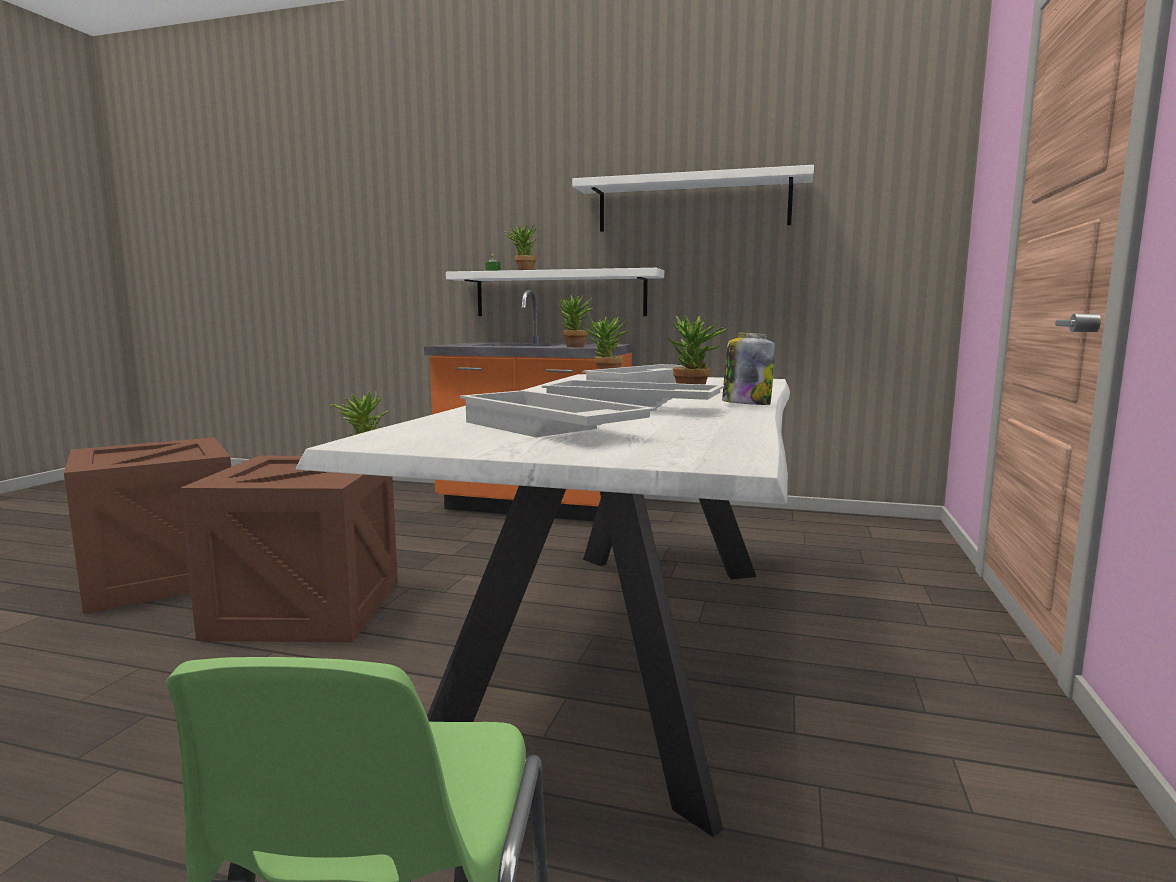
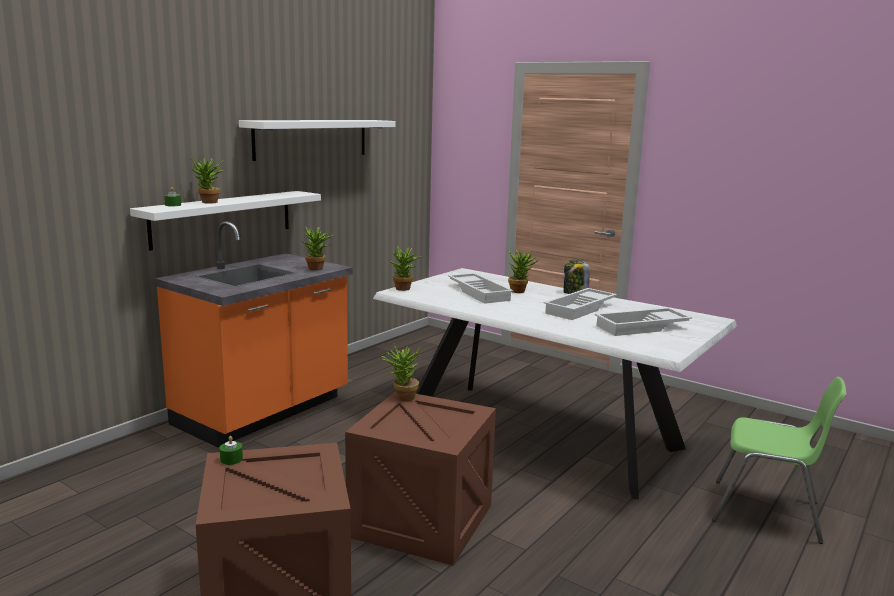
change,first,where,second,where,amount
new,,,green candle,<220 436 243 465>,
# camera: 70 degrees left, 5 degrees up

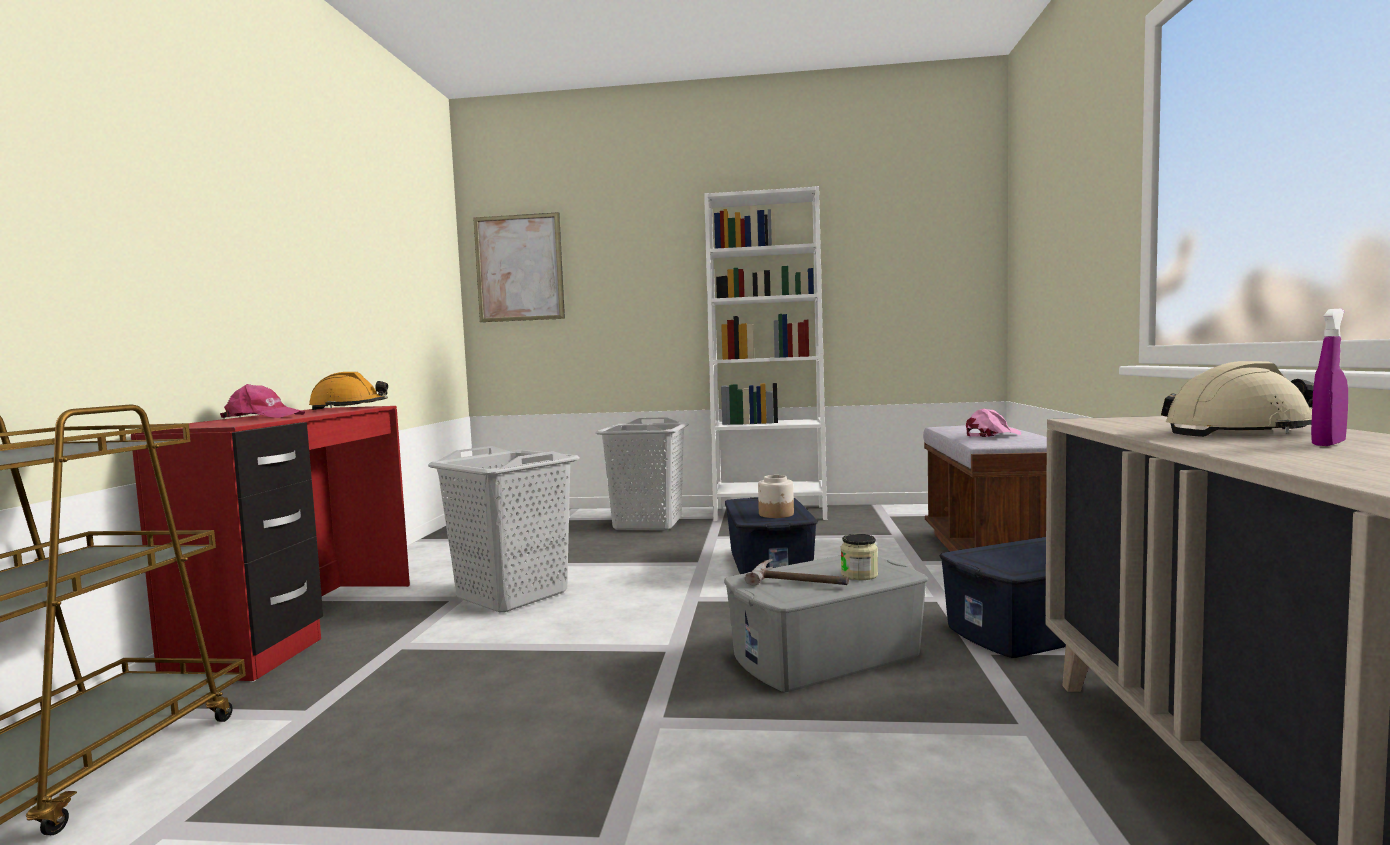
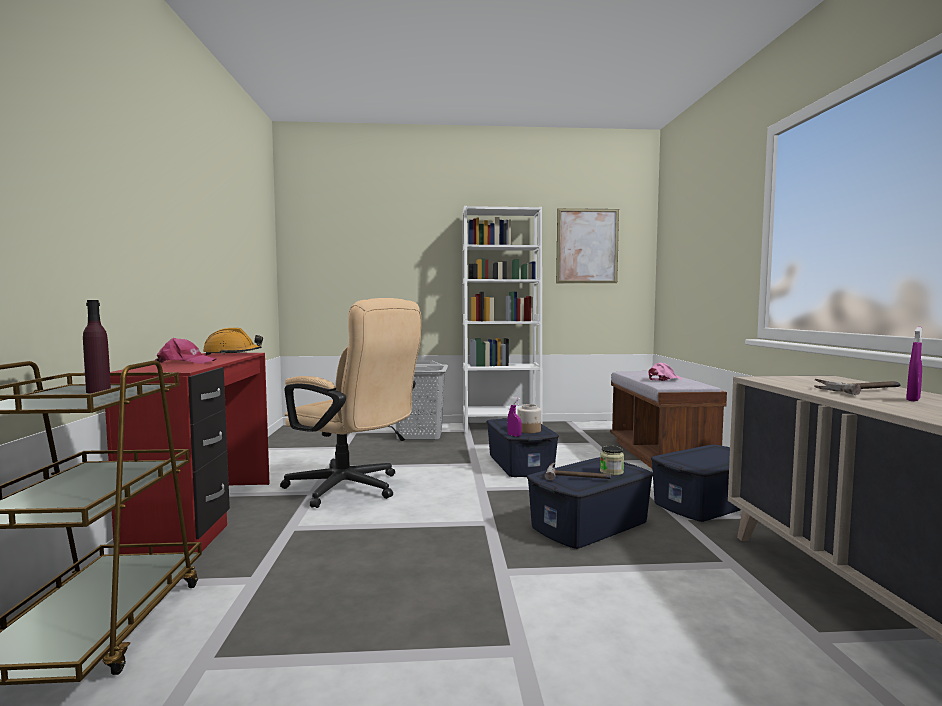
change,first,where,second,where,amount
shifted,picture,<473 212 565 322>,,<556 208 619 283>,
swapped,beige hard hat,<1161 361 1314 437>,hammer,<814 379 900 395>,
swapped,grey laundry basket,<428 446 580 612>,beige office chair,<280 298 421 508>,
repainted,grey storage box,<724 556 928 692>,blue storage box,<527 457 654 549>,
new,,,purple bottle,<83 300 111 394>,
new,,,purple spray bottle,<507 397 522 437>,
# camera: 10 degrees left, 0 degrees up

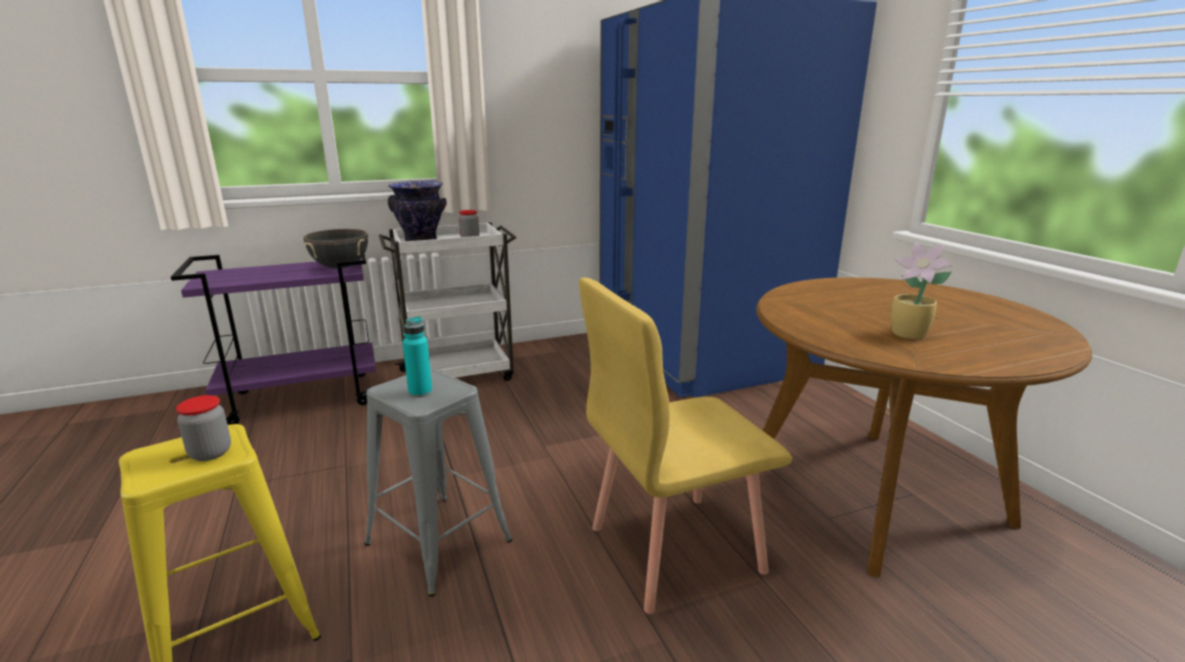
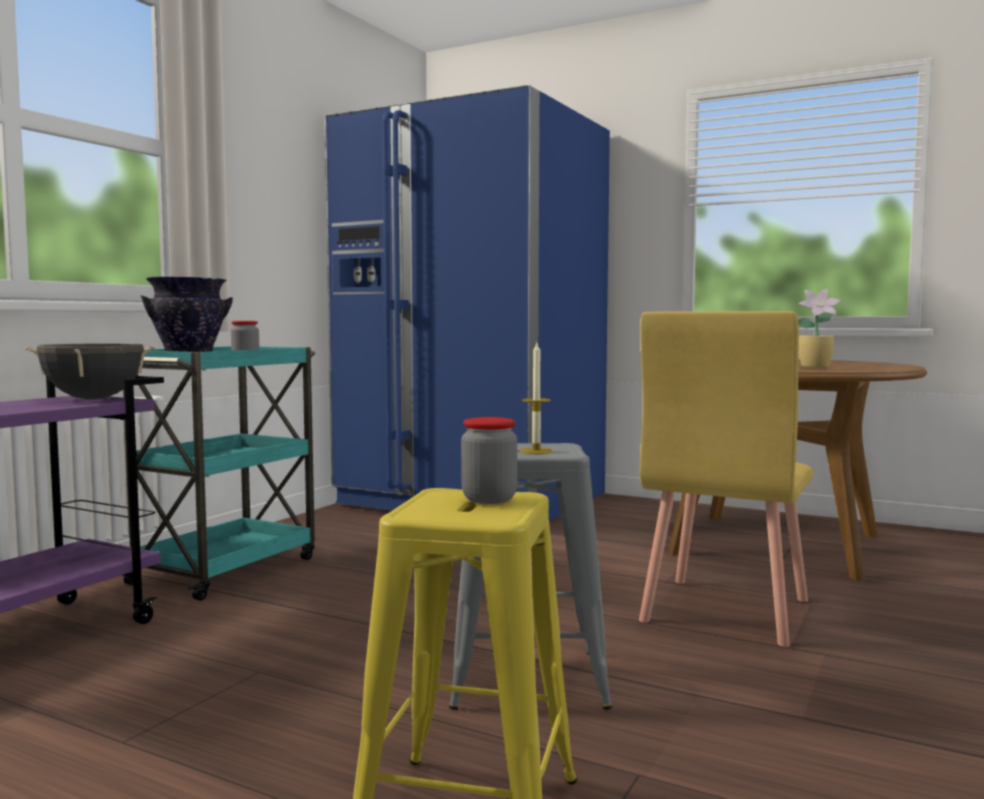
change,first,where,second,where,amount
repainted,white cart,<379 222 516 381>,turquoise cart,<123 346 315 601>,
swapped,turquoise bottle,<403 316 433 398>,candle,<520 343 553 454>,
# camera: 40 degrees left, 15 degrees down

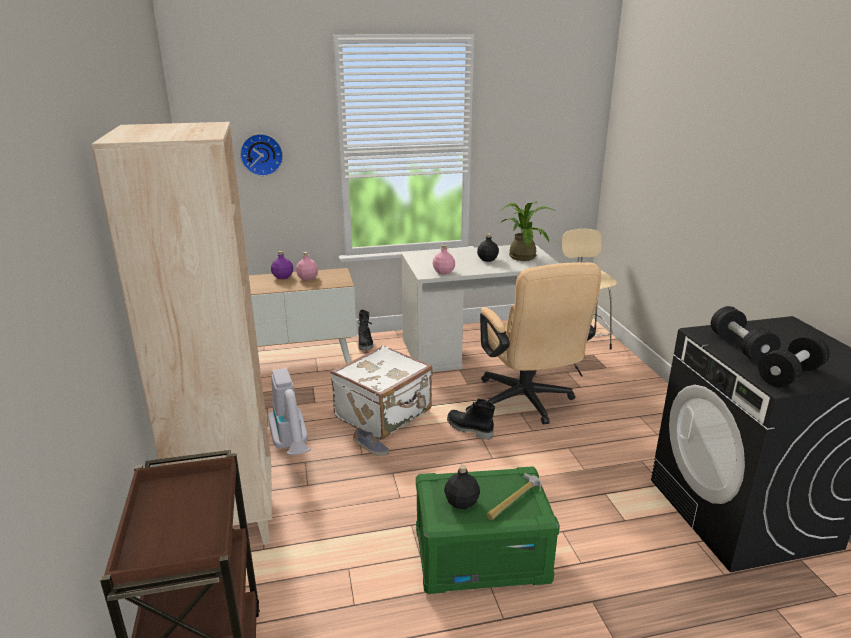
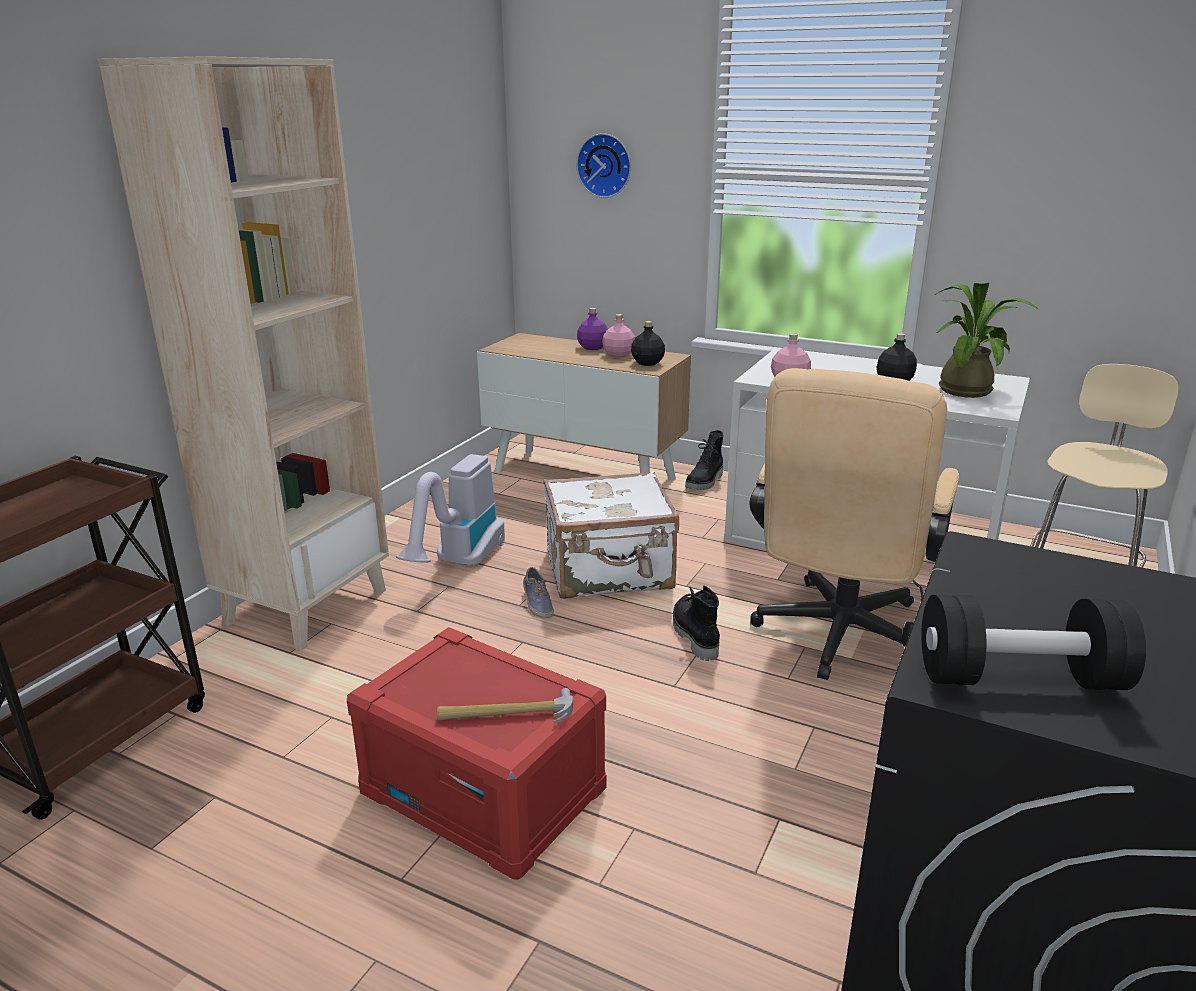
change,first,where,second,where,amount
gone,black dumbbell,<711 306 780 363>,,,
shifted,black bottle,<444 465 480 509>,,<631 321 665 366>,
repainted,green storage box,<416 466 560 594>,red storage box,<347 627 606 880>,
# camera: 40 degrees right, 0 degrees up

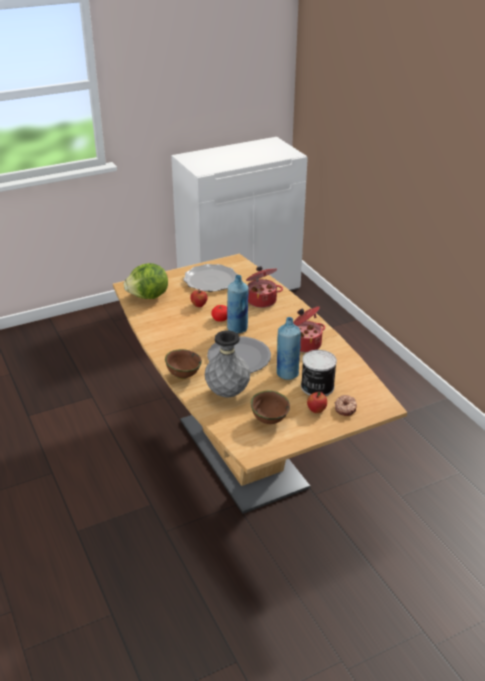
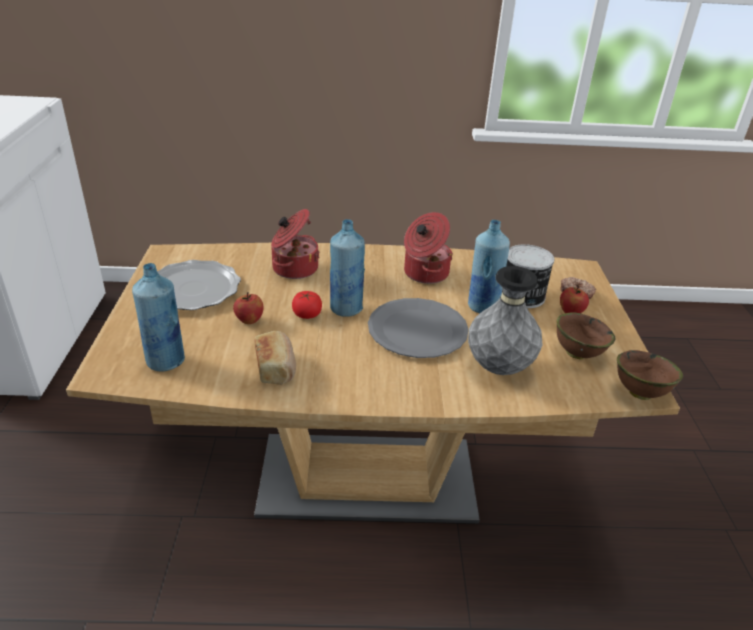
change,first,where,second,where,amount
swapped,lettuce,<124 263 168 299>,blue bottle,<132 263 185 372>,
shifted,brown bowl,<165 349 202 379>,,<617 350 683 400>,
new,,,bread,<255 331 296 385>,
# camera: 65 degrees left, 0 degrees up

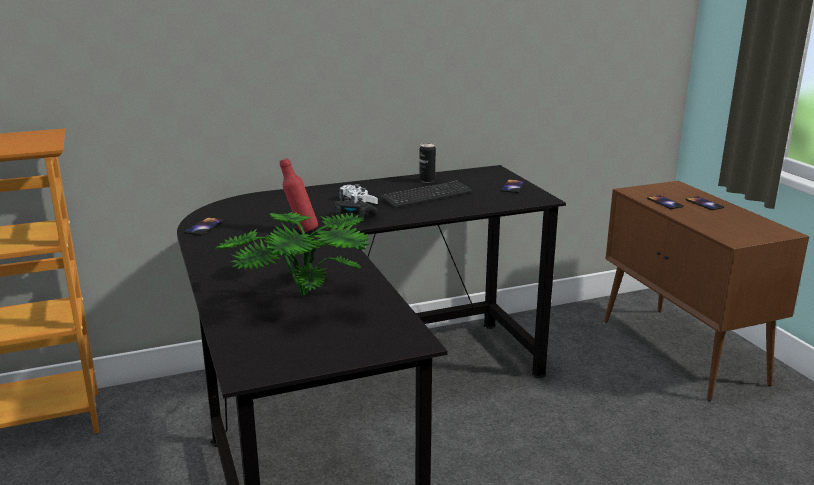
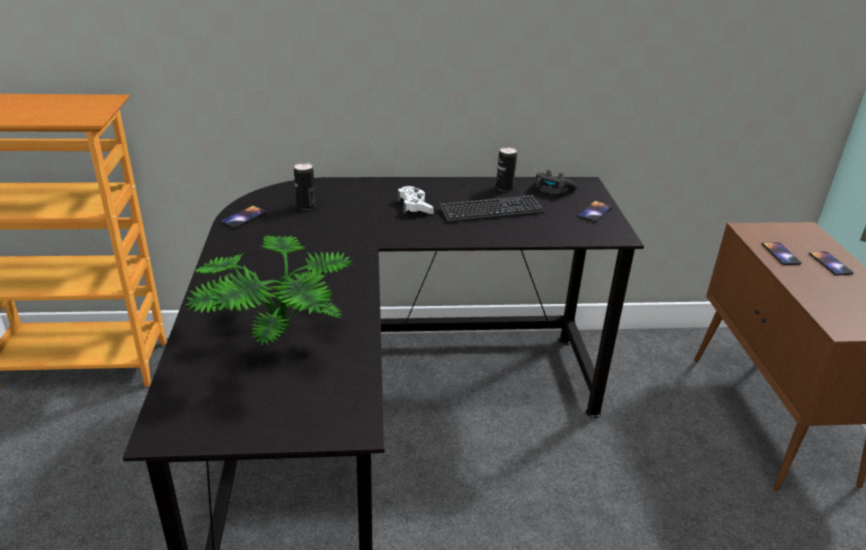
change,first,where,second,where,amount
gone,red bottle,<280 158 318 232>,,,
shifted,black game controller,<334 197 378 218>,,<536 170 577 193>,
new,,,can,<294 163 315 210>,
# camera: 15 degrees right, 10 degrees up

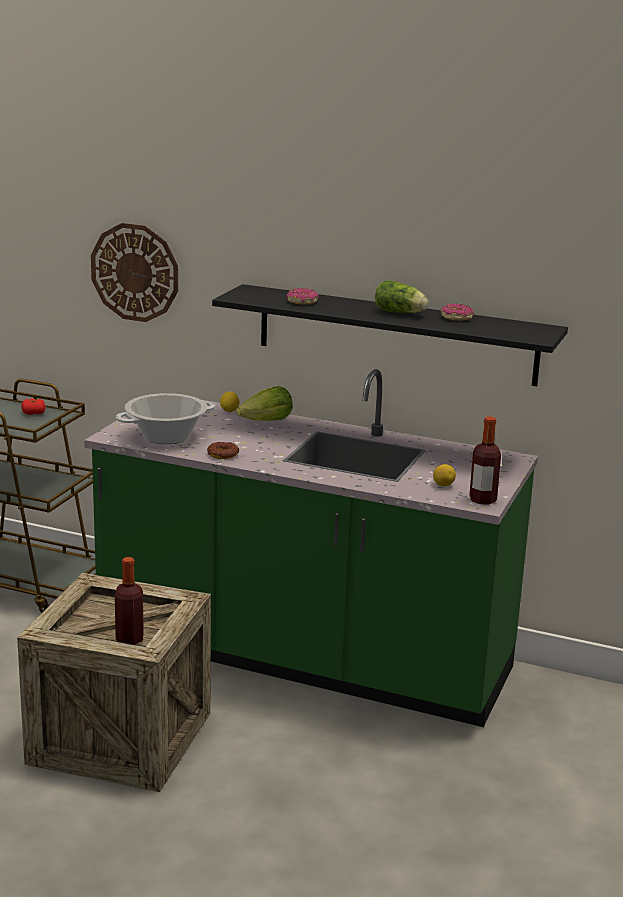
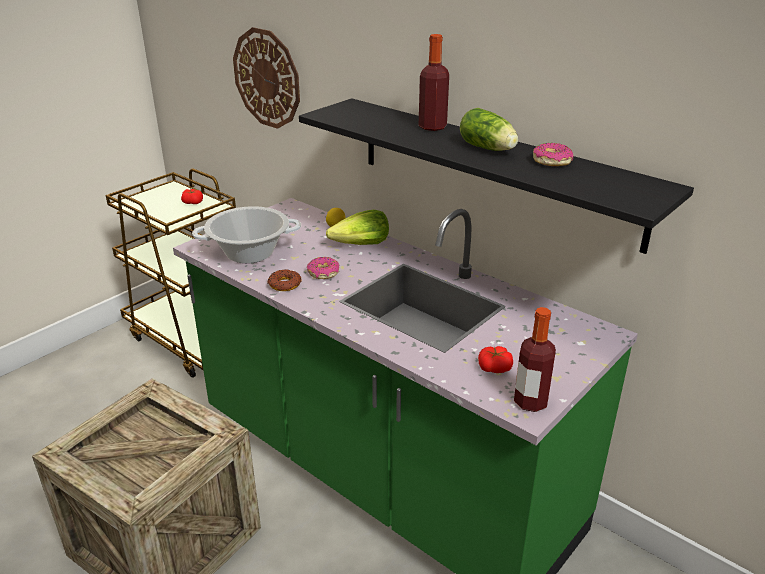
change,first,where,second,where,amount
shifted,donut,<287 288 319 305>,,<307 257 339 279>,
swapped,lemon,<433 464 456 486>,tomato,<478 346 513 373>,
shifted,bottle,<115 557 144 645>,,<419 34 449 131>,
# camera: 20 degrees right, 10 degrees up

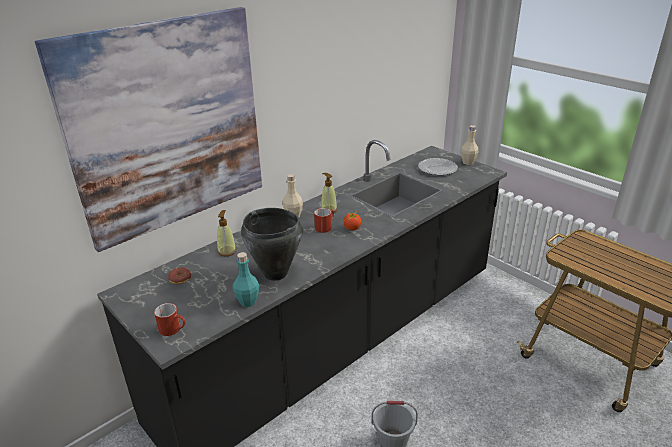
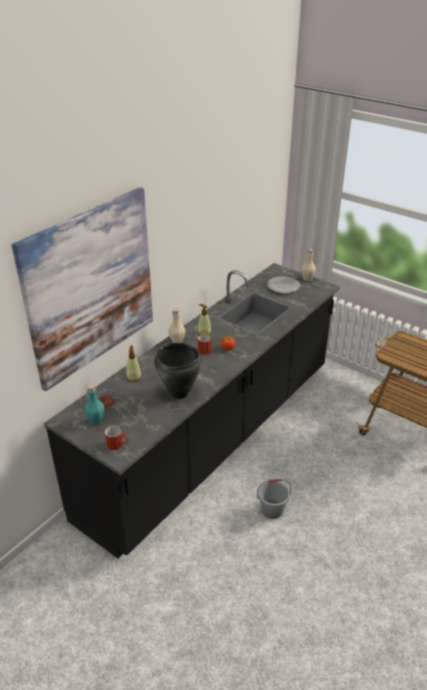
change,first,where,second,where,amount
shifted,turquoise bottle,<233 252 259 307>,,<84 384 105 424>,
# camera: 10 degrees left, 5 degrees up

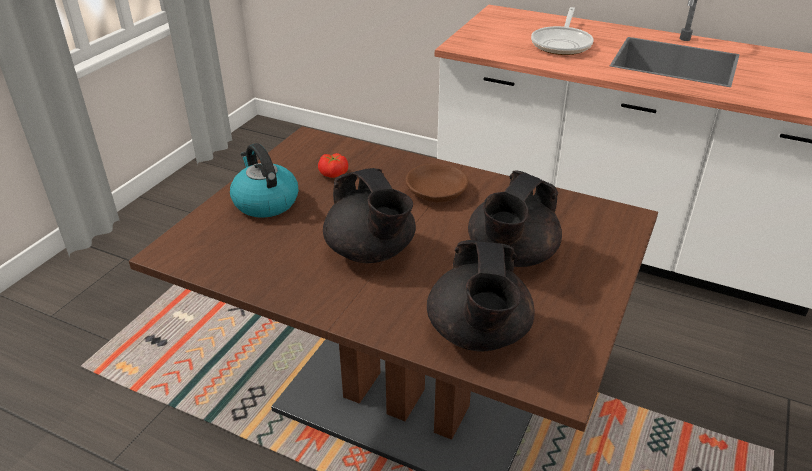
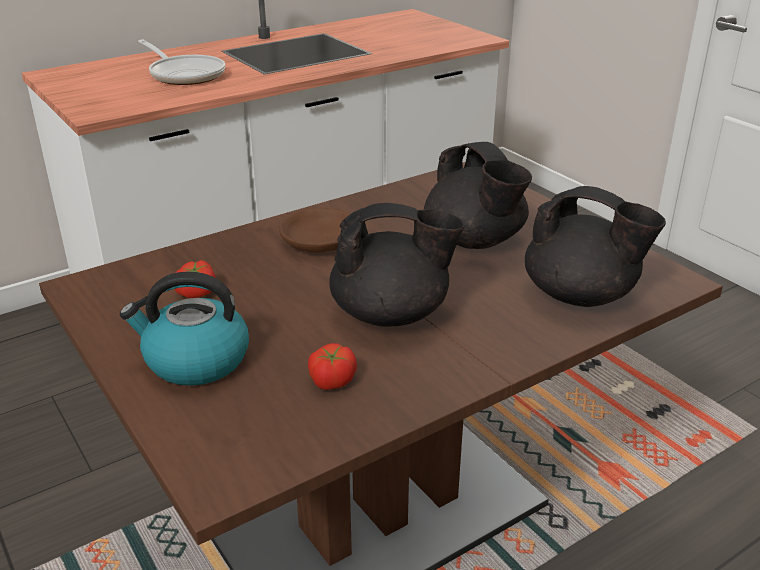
change,first,where,second,where,amount
new,,,tomato,<308 343 357 390>,
# camera: 60 degrees left, 5 degrees down

